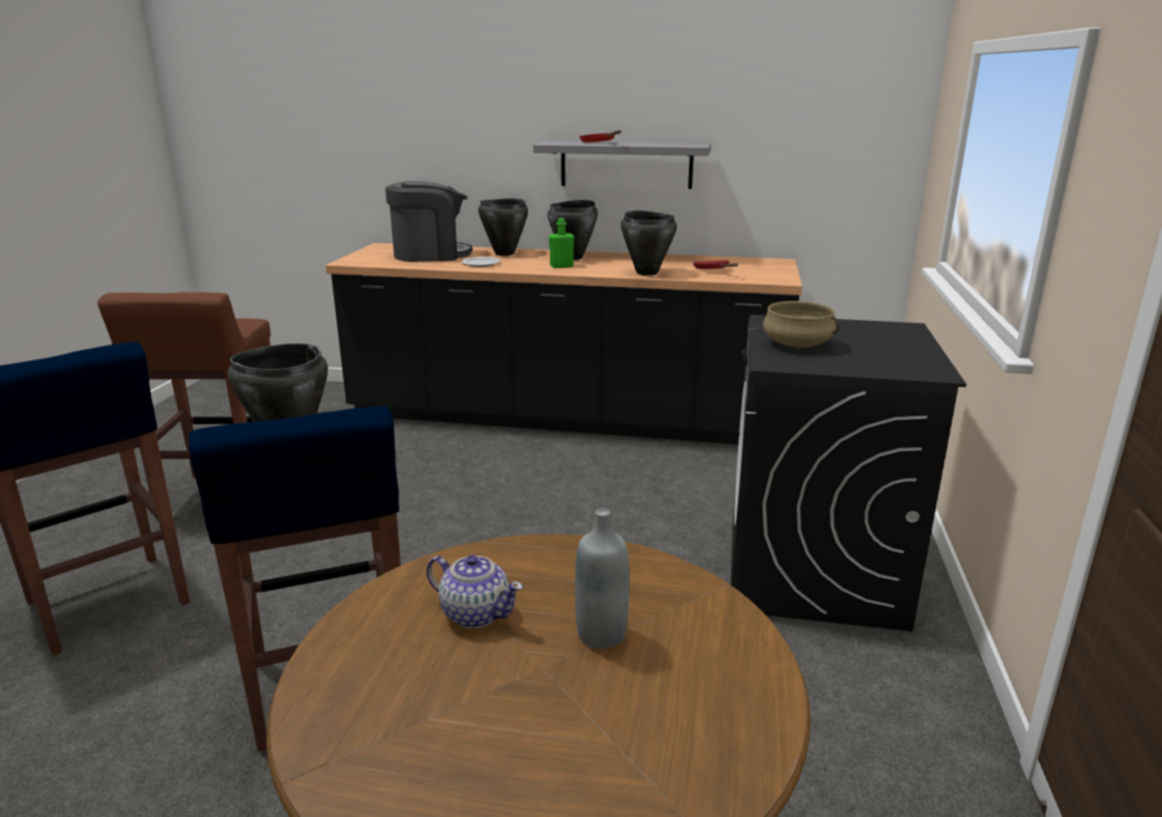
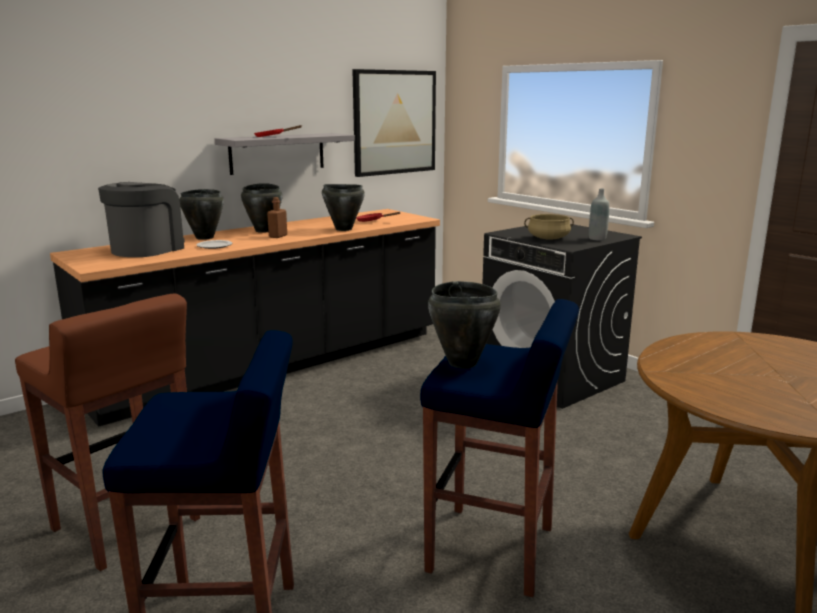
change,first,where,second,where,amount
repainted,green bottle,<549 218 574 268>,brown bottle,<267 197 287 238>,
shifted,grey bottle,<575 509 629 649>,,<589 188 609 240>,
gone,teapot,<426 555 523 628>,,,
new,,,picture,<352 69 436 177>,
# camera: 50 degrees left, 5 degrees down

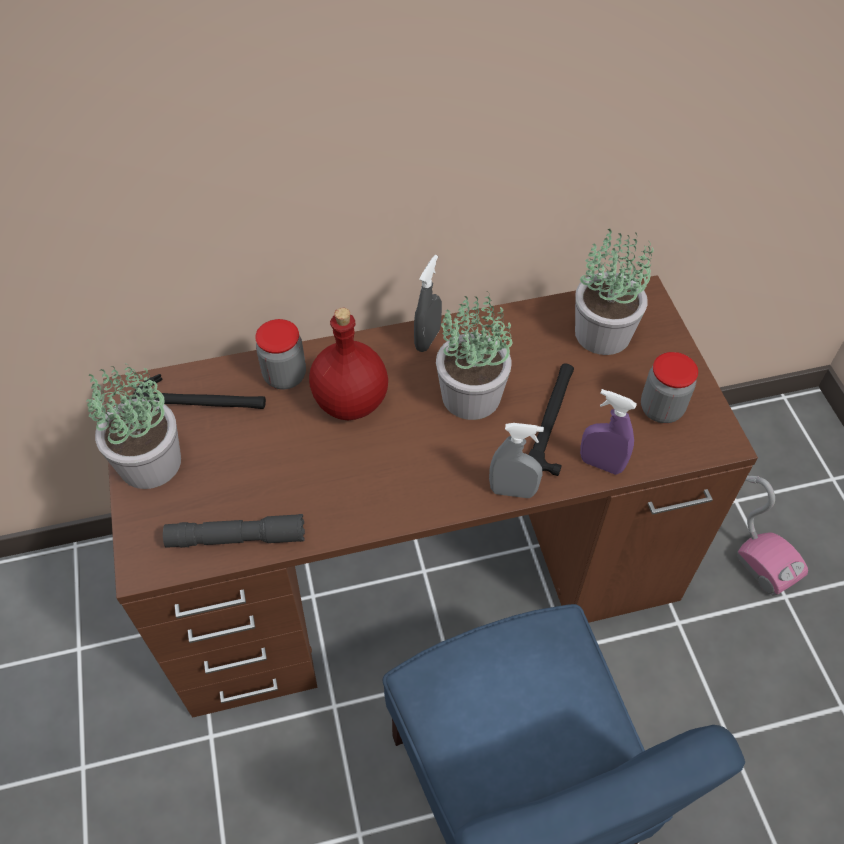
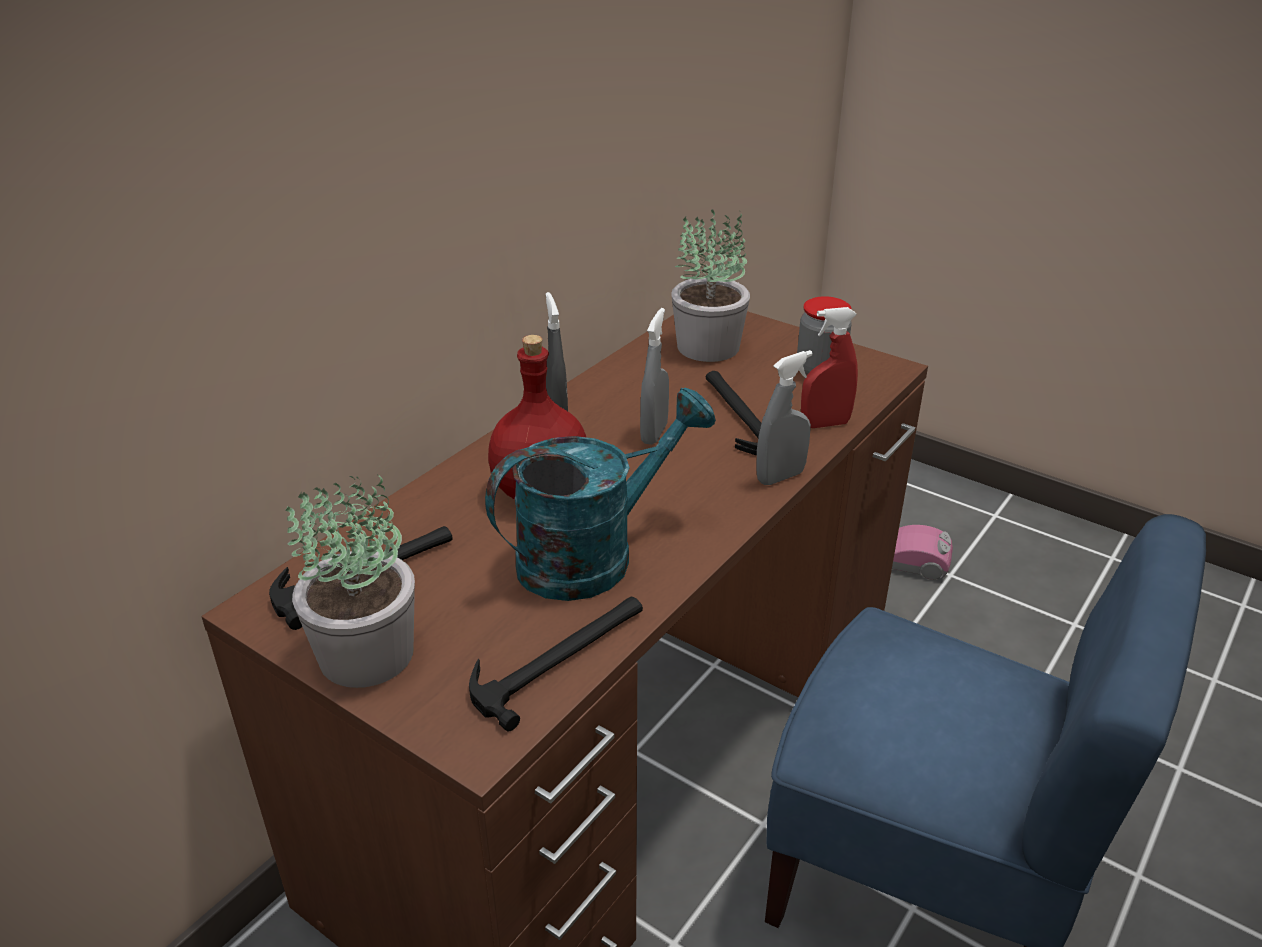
change,first,where,second,where,amount
swapped,potted plant,<436 291 512 420>,grey spray bottle,<640 308 669 445>,
gone,jar,<255 319 306 389>,,,
repainted,purple spray bottle,<580 389 637 475>,red spray bottle,<801 307 858 428>,
swapped,grey flashlight,<163 514 305 548>,hammer,<469 597 643 731>,
new,,,turquoise watering can,<485 388 716 601>,
# camera: 40 degrees left, 20 degrees down

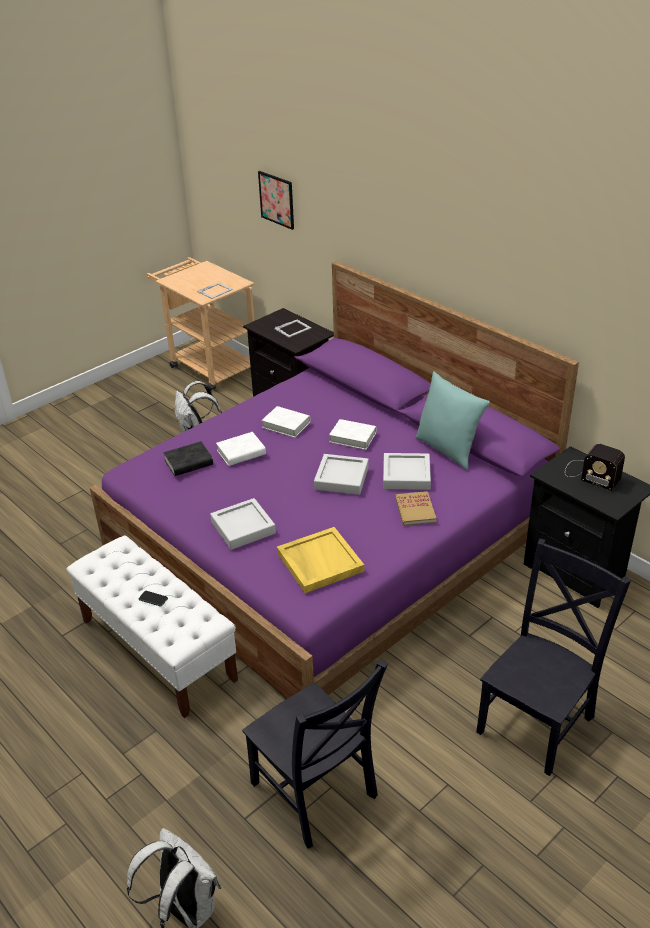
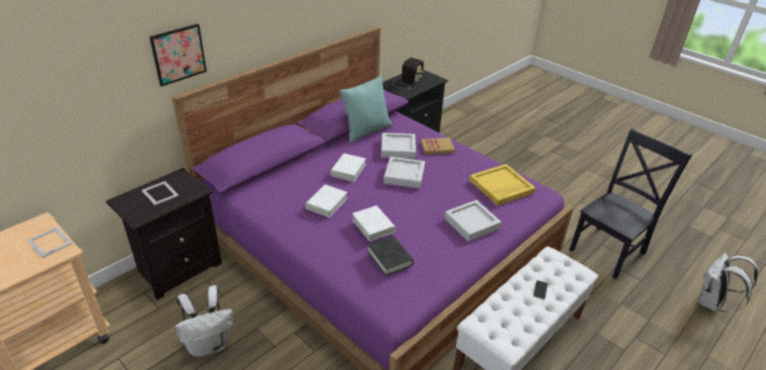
change,first,where,second,where,amount
shifted,picture,<258 171 294 230>,,<150 24 207 87>,
gone,black chair,<476 539 631 776>,,,
# camera: 95 degrees left, 0 degrees up

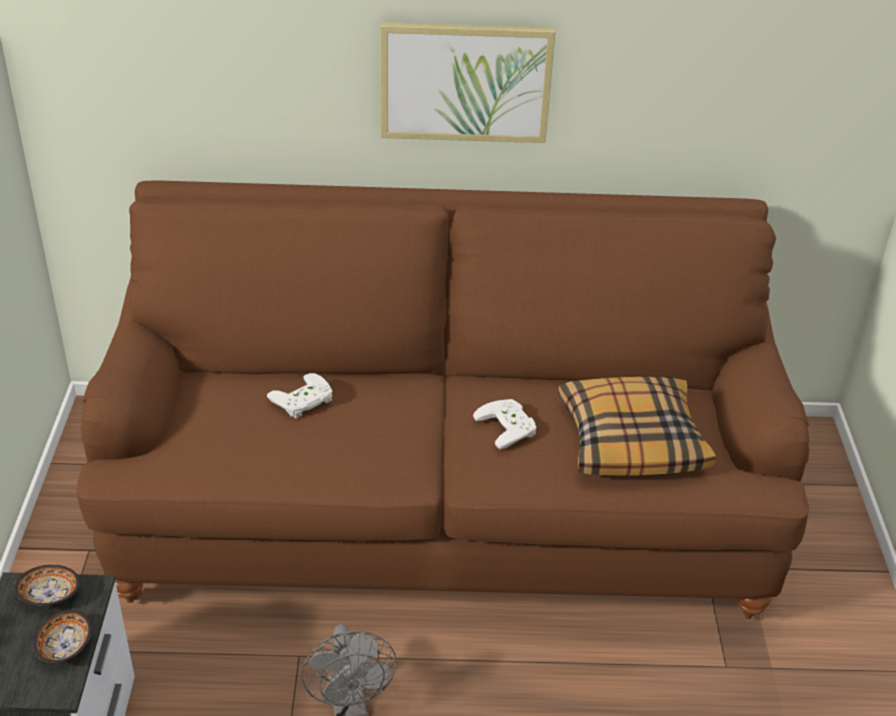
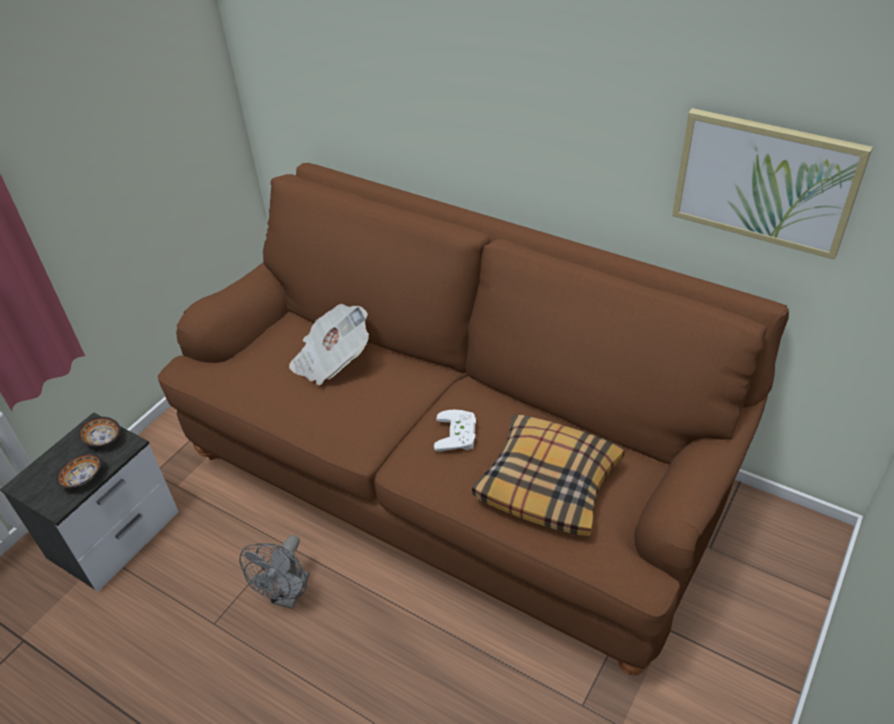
change,first,where,second,where,amount
shifted,picture,<380 22 555 143>,,<672 108 873 260>,
swapped,white game controller,<267 373 333 418>,newspaper,<289 304 369 385>,
# camera: 35 degrees right, 5 degrees up

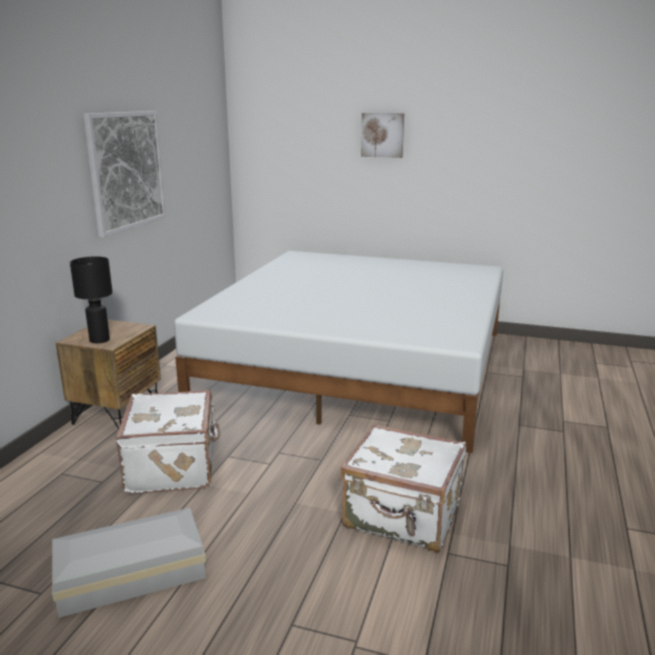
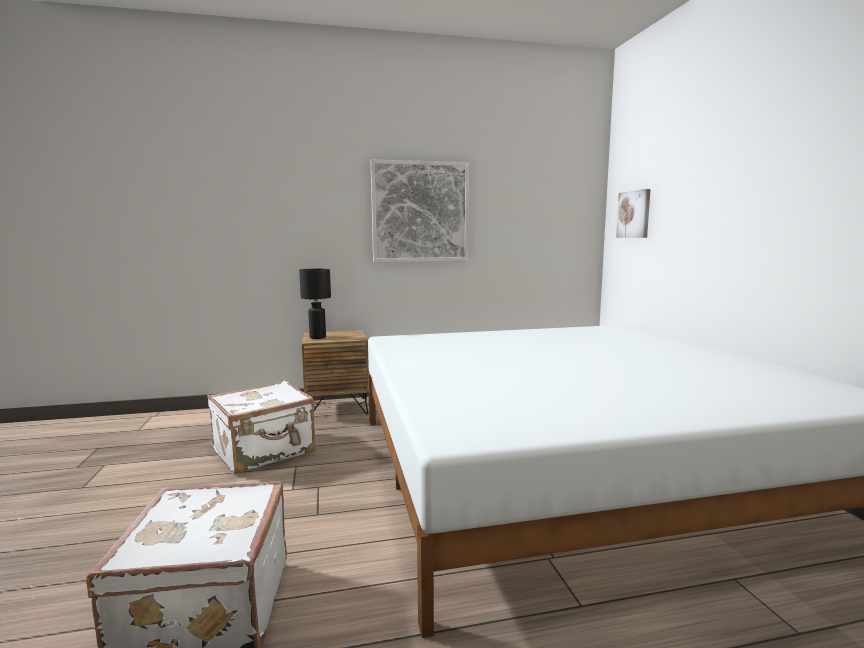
change,first,where,second,where,amount
shifted,picture,<361 113 404 158>,,<616 189 651 238>,
gone,white storage box,<52 508 206 618>,,,
# camera: 60 degrees right, 10 degrees down

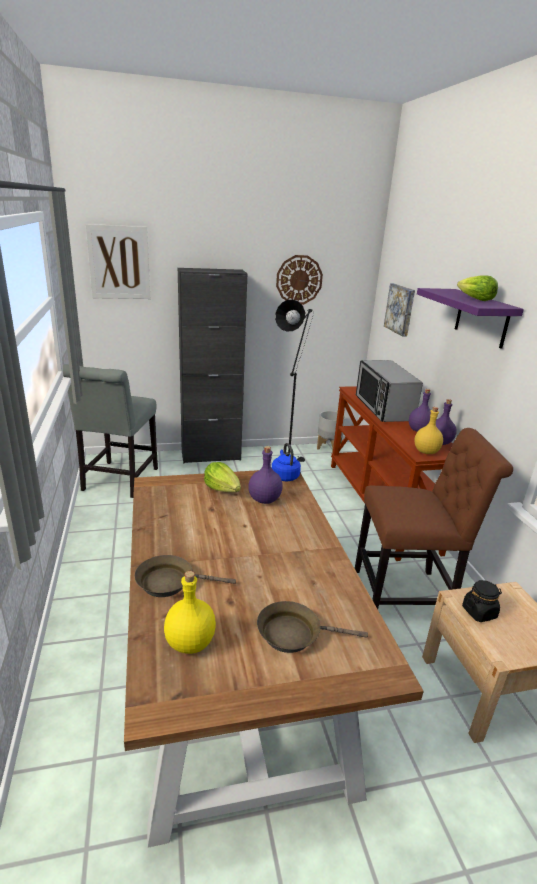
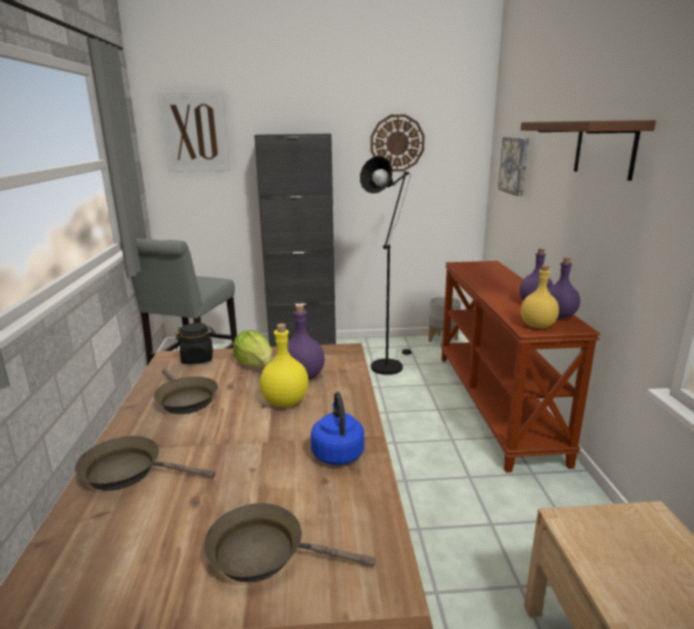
change,first,where,second,where,amount
gone,lettuce,<457 275 498 301>,,,
repainted,purple shelf,<417 288 524 349>,brown shelf,<521 120 656 181>,
gone,microwave,<356 360 423 422>,,,
gone,brown chair,<355 428 513 609>,,,
shifted,blue kettle,<272 443 301 481>,,<311 392 364 465>,
shifted,yellow bottle,<164 571 216 654>,,<260 323 309 407>,
shifted,black jar,<462 580 502 622>,,<176 323 215 364>,
new,,,brown frying pan,<154 369 218 414>,
# camera: 10 degrees right, 5 degrees down

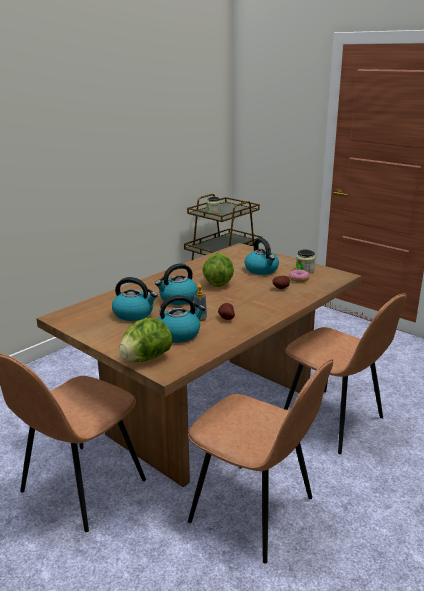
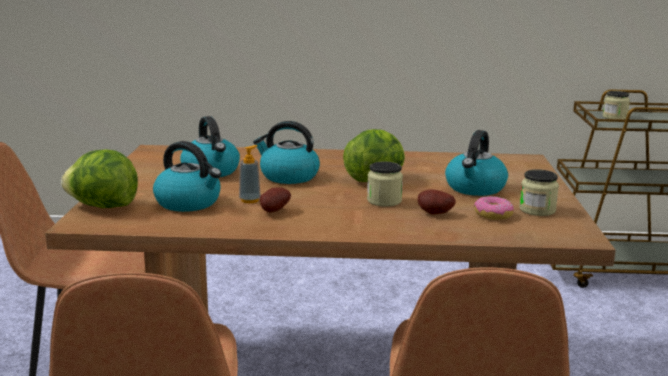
change,first,where,second,where,amount
new,,,jar,<367 161 403 207>,
# camera: 50 degrees right, 5 degrees down

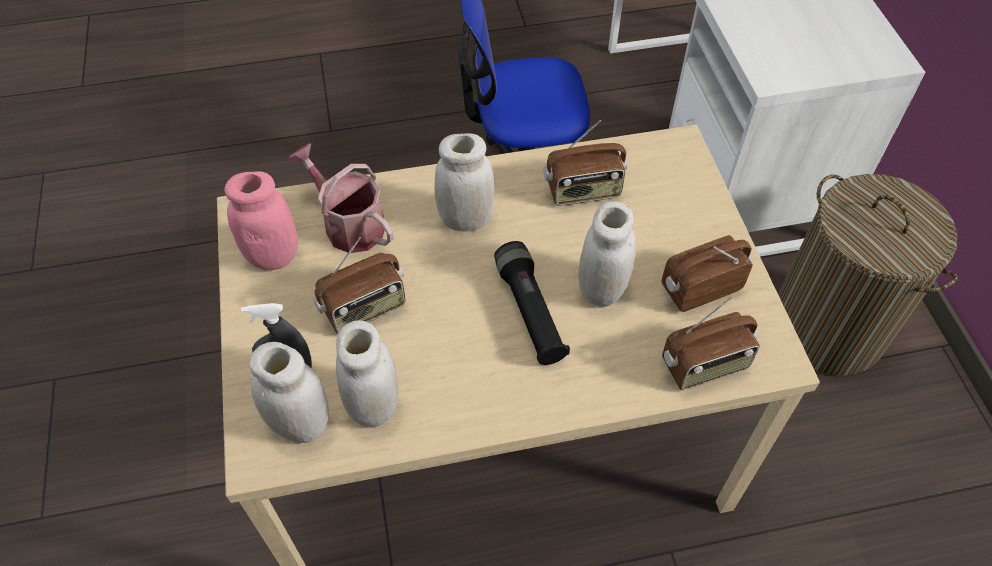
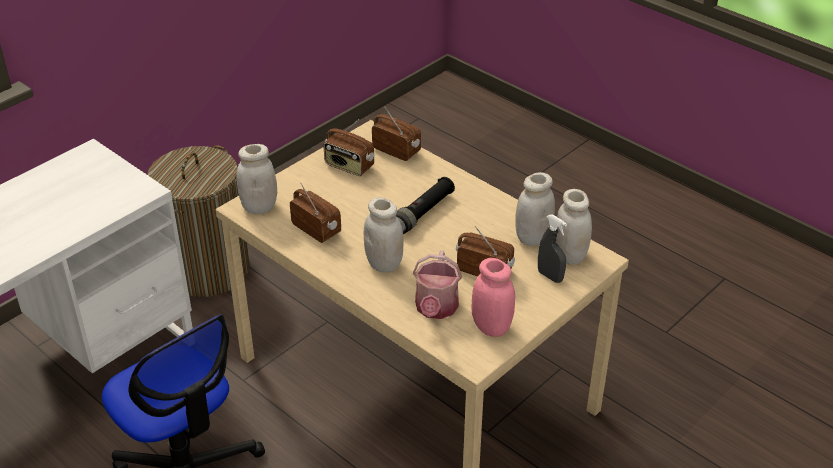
change,first,where,second,where,amount
shifted,white jar,<578 201 636 307>,,<236 144 277 214>,
# camera: 125 degrees left, 15 degrees down

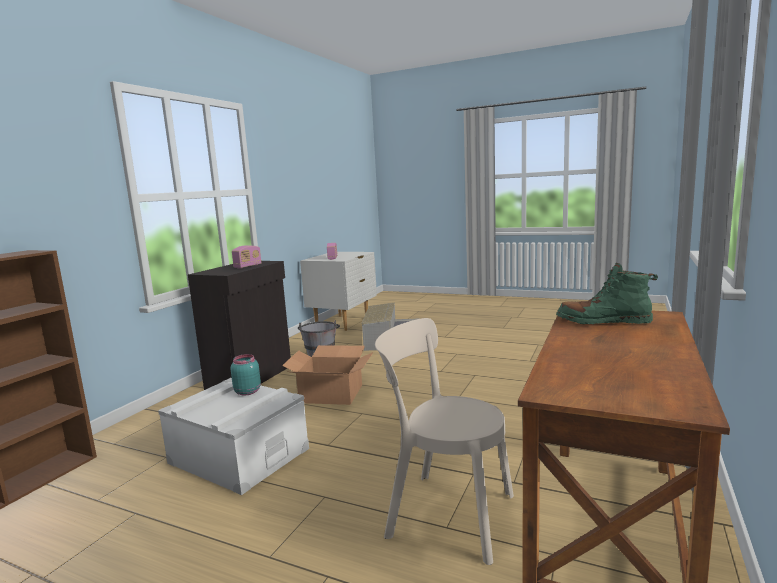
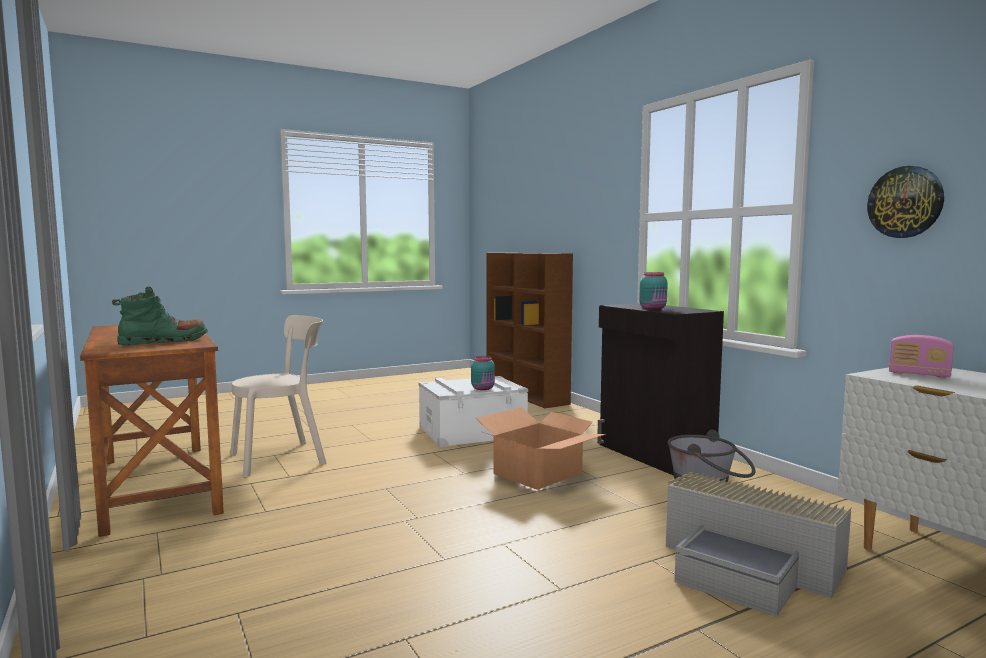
change,first,where,second,where,amount
swapped,radio,<232 245 261 269>,turquoise jar,<639 272 668 310>,
new,,,wall clock,<867 166 944 238>,
# camera: 125 degrees right, 5 degrees down

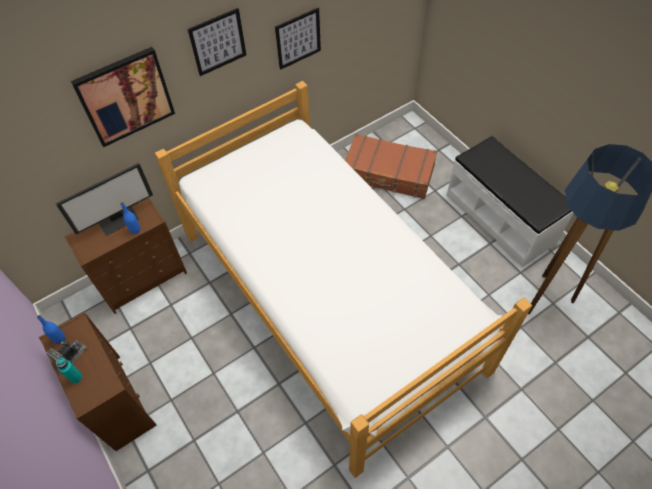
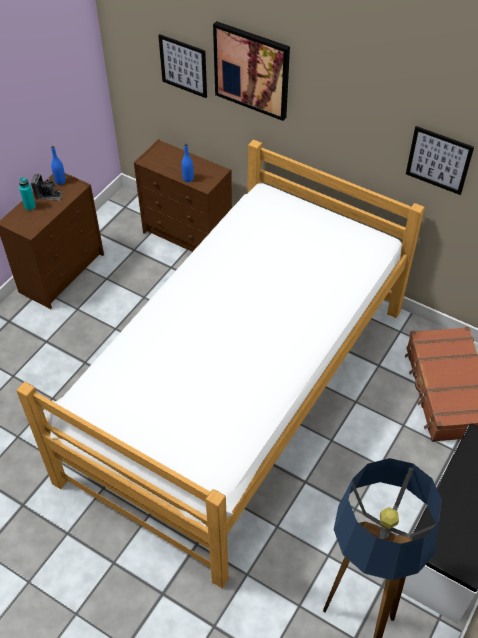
change,first,where,second,where,amount
shifted,picture,<188 8 246 76>,,<158 34 207 98>,
gone,monitor,<55 163 153 236>,,,
# camera: 65 degrees right, 5 degrees down

